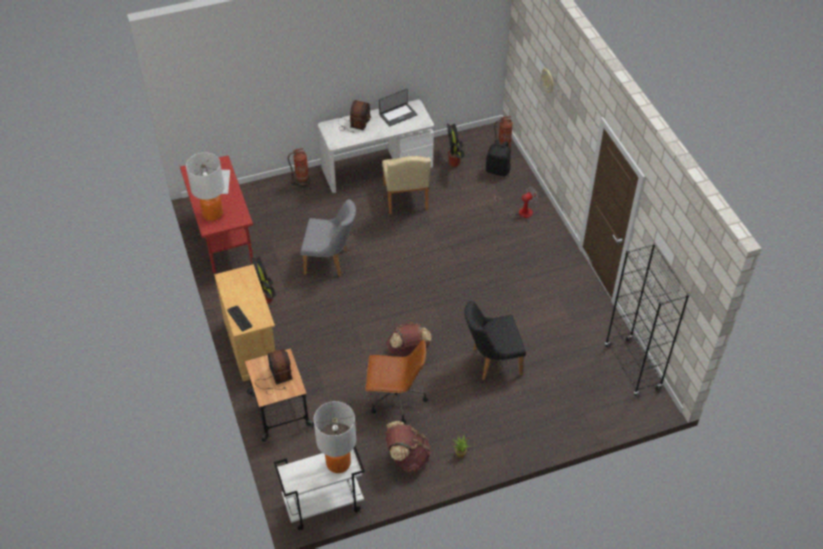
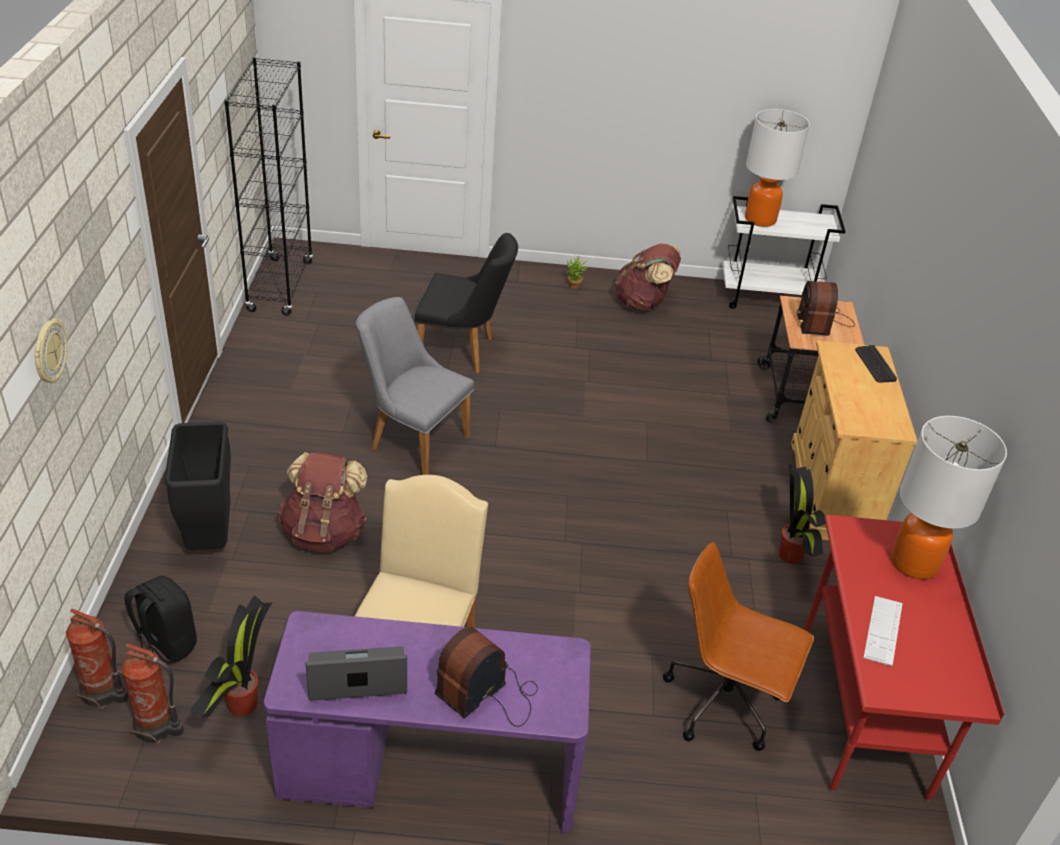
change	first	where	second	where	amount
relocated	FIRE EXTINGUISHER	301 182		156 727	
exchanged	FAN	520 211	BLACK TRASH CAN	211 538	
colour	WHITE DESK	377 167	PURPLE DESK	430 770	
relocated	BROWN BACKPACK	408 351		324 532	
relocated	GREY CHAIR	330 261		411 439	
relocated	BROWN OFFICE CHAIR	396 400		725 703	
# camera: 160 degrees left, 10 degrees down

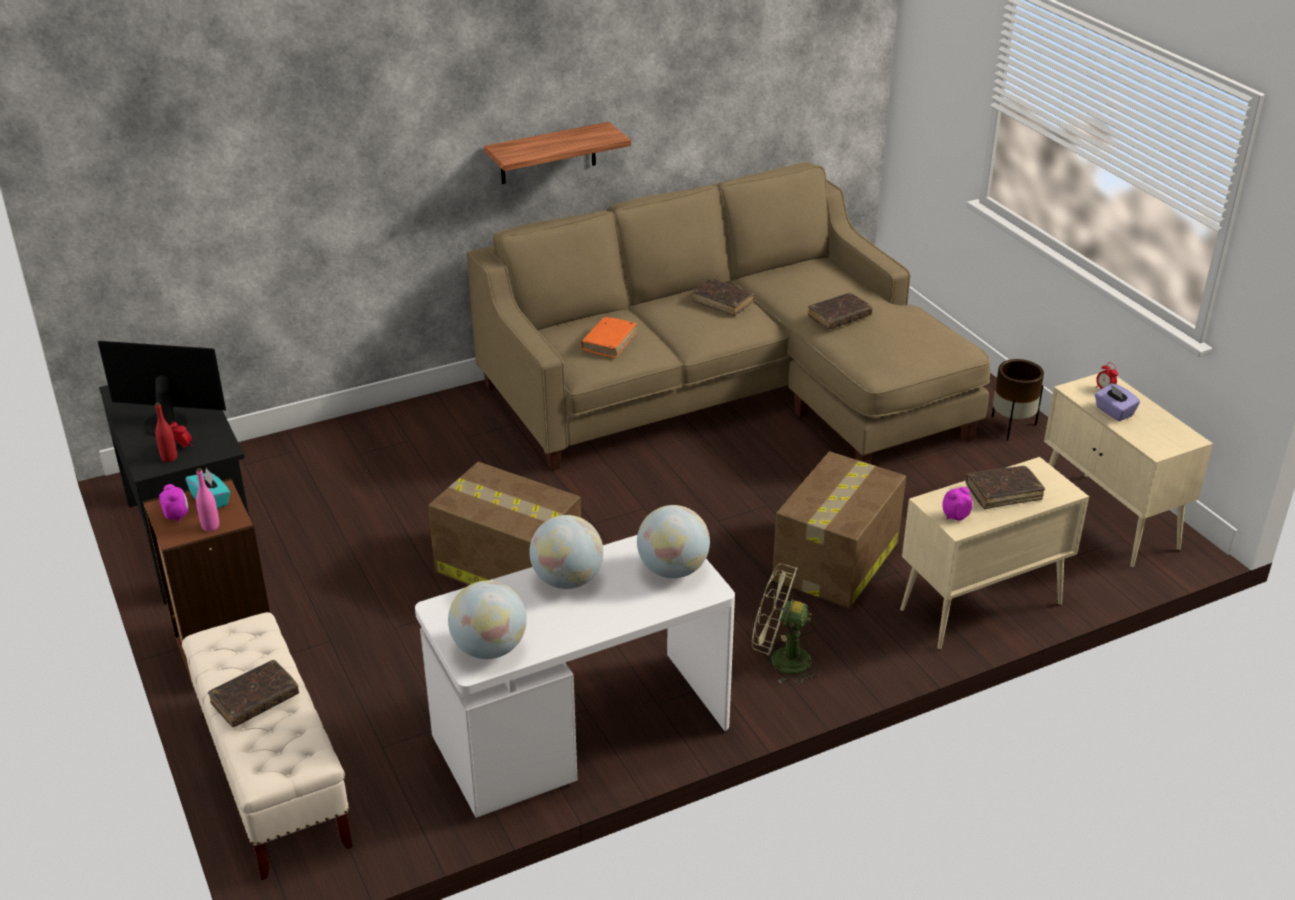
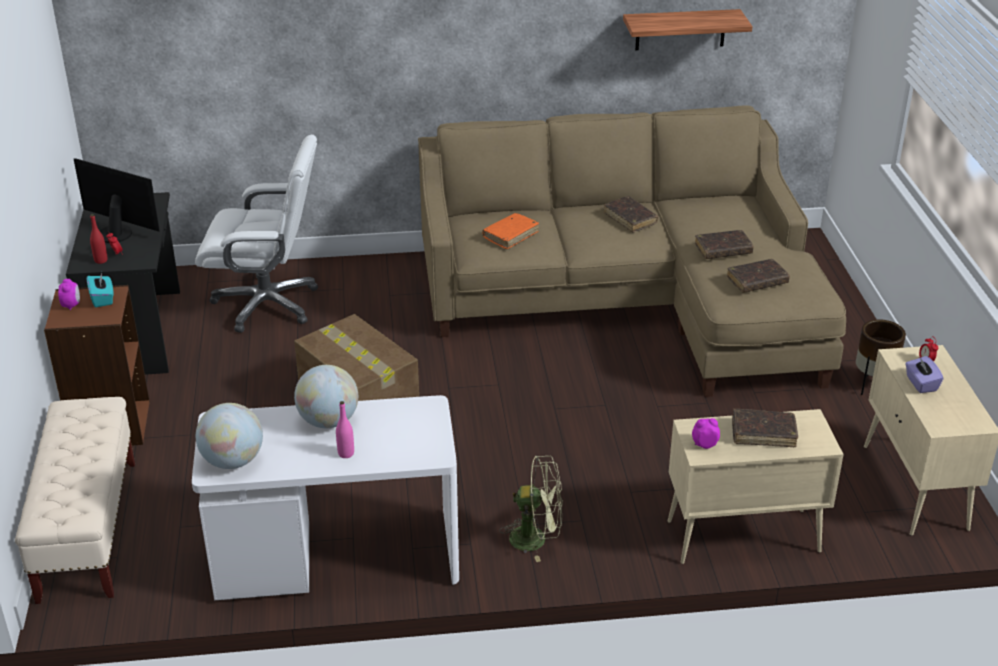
change	first	where	second	where	amount
appeared			WHITE OFFICE CHAIR	267 304	
relocated	PINK BOTTLE	210 526		346 453	
spun	GREEN FAN	780 660		536 538	150 degrees clockwise
relocated	SHELF	548 153		680 29	
relocated	BROWN BOOK	255 700		757 281	
missing	GLOBE	673 570			
missing	CARDBOARD BOX	835 562			
# camera: 20 degrees right, 0 degrees up

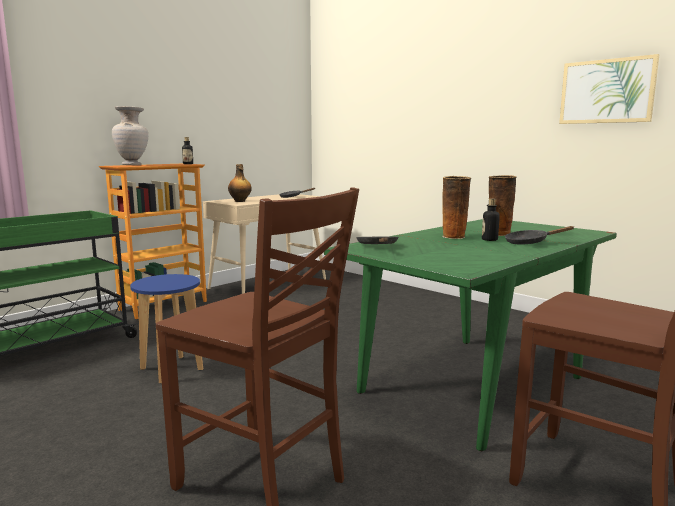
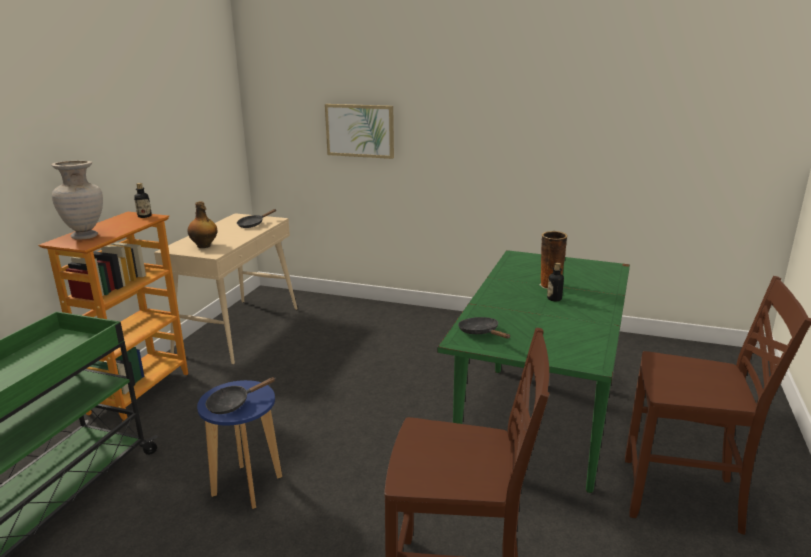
change	first	where	second	where	amount
relocated	BLACK FRYING PAN	530 242		232 404	
relocated	PICTURE	607 91		360 130	
missing	VASE	454 237			
# camera: 25 degrees left, 10 degrees up

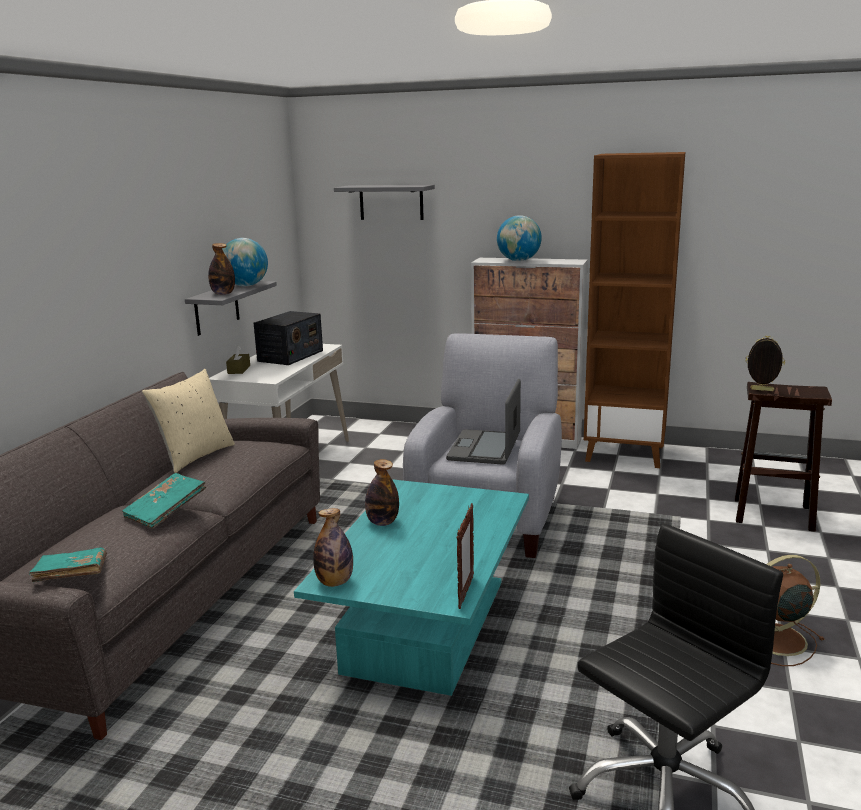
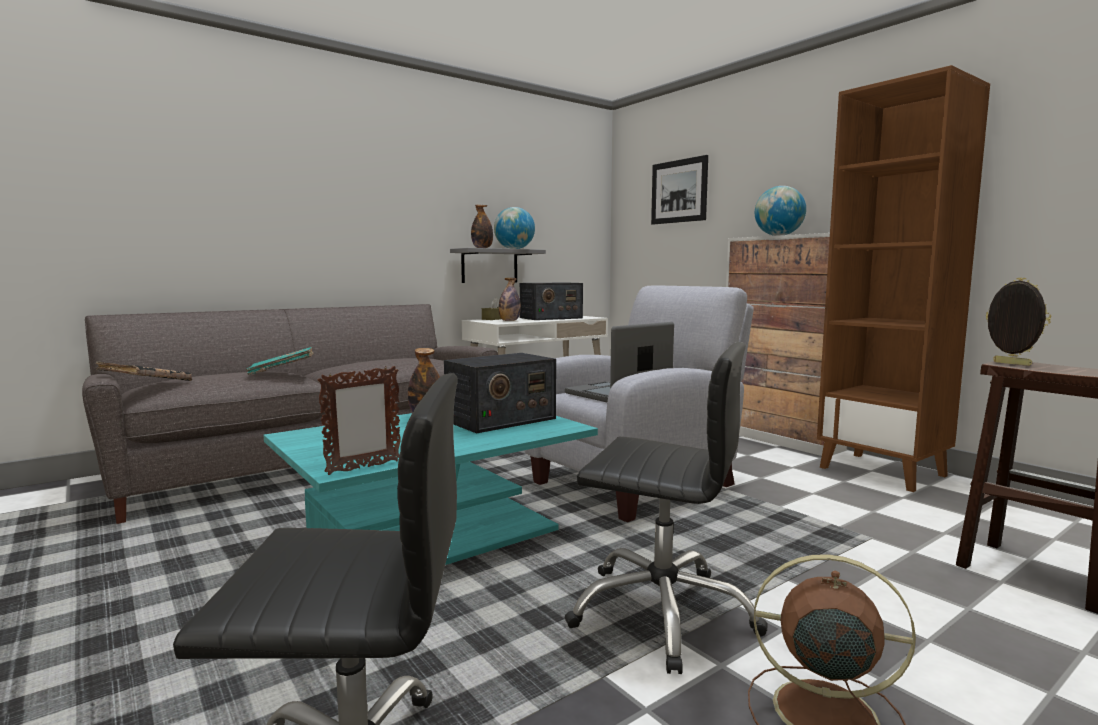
change	first	where	second	where	amount
colour	TURQUOISE BOOK	72 578	BLACK BOOK	147 385	
appeared			RADIO	500 420	
relocated	BOTTLE	335 582		509 321	
appeared			BLACK OFFICE CHAIR	662 613	
exchanged	GREY SHELF	391 202	PICTURE	679 191	
missing	BEIGE PILLOW	195 456			
# camera: 35 degrees right, 10 degrees down

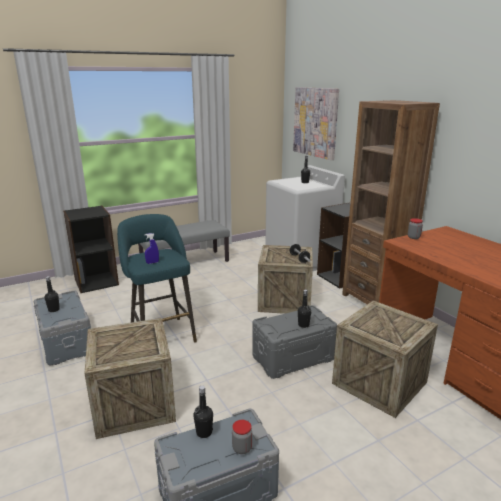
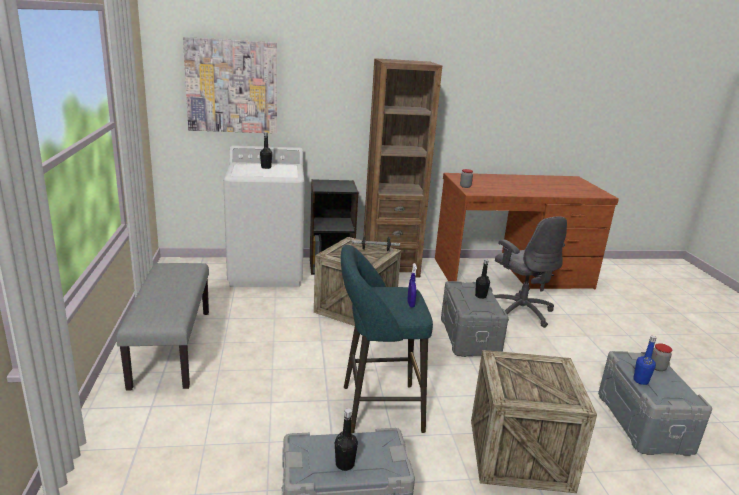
change	first	where	second	where	amount
exchanged	CRATE	379 383	GREY OFFICE CHAIR	520 311	
colour	BLACK BOTTLE	204 432	BLUE BOTTLE	640 381	
missing	BLACK BOOKCASE	96 282			
# camera: 70 degrees left, 0 degrees up

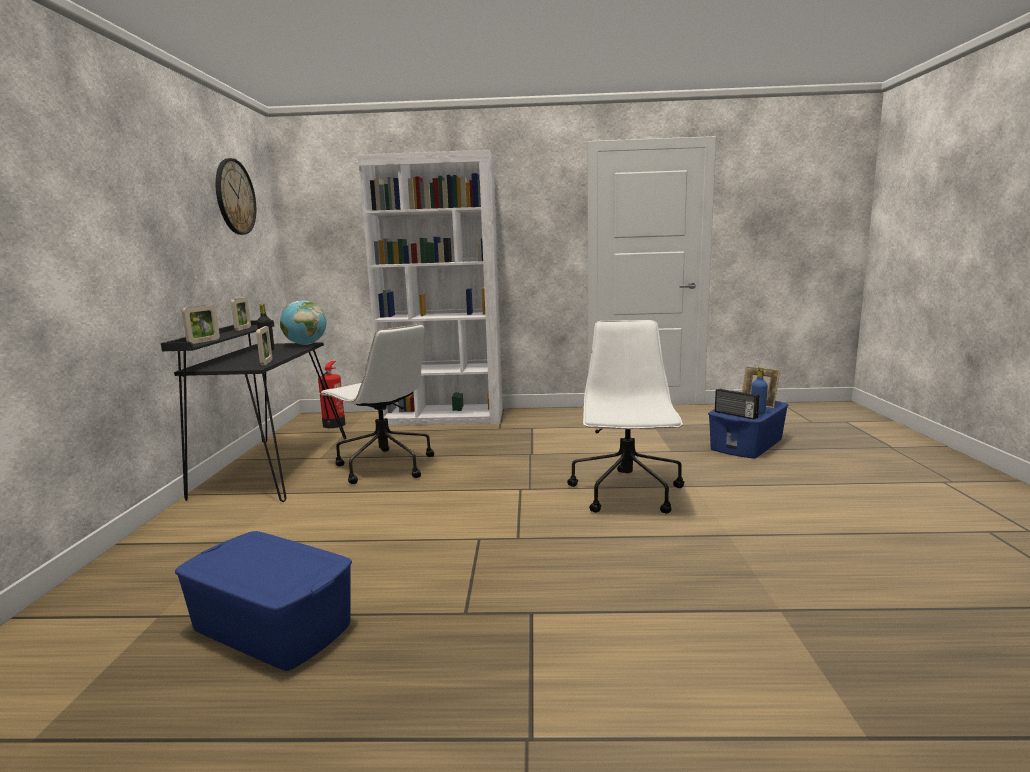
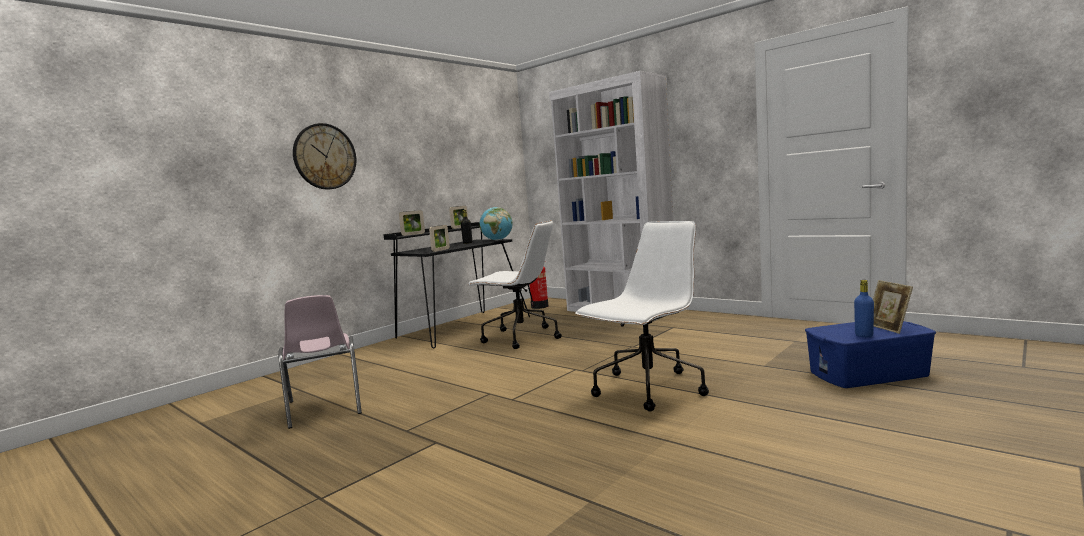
change	first	where	second	where	amount
exchanged	BLUE STORAGE BOX	271 627	PINK CHAIR	324 408	
relocated	WALL CLOCK	235 197		325 156	
spun	WHITE OFFICE CHAIR	384 466		520 337	60 degrees counterclockwise
missing	RADIO	735 415			
# camera: 40 degrees right, 5 degrees down

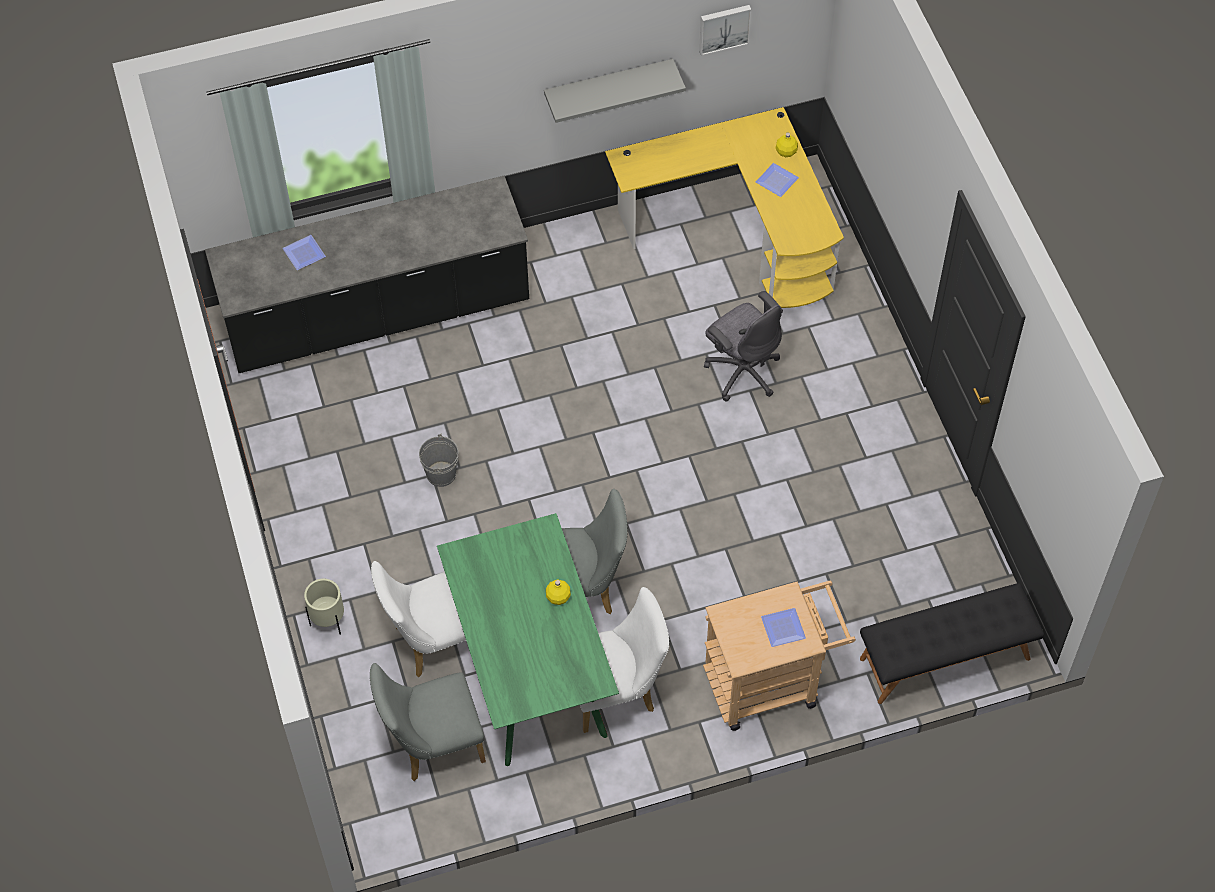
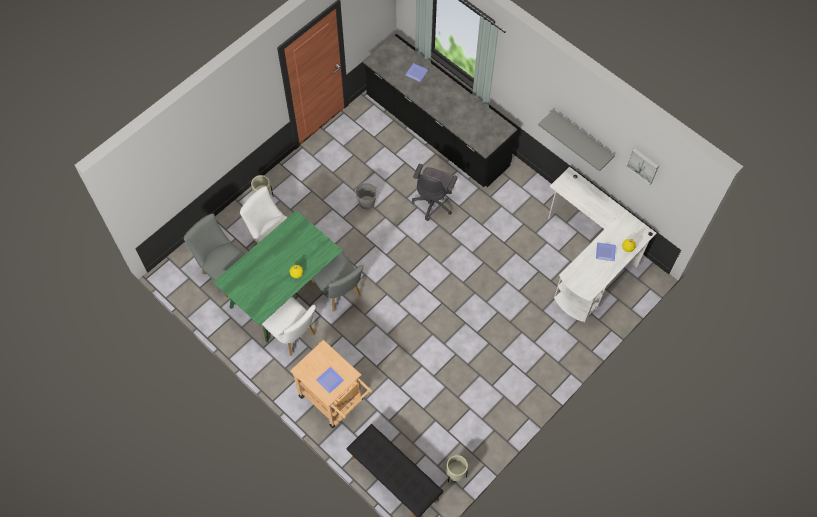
change	first	where	second	where	amount
relocated	GREY OFFICE CHAIR	742 371		433 202	
appeared			BEIGE PLANTER	455 474	
colour	YELLOW DESK	738 233	WHITE DESK	590 261	
# camera: 60 degrees right, 5 degrees up

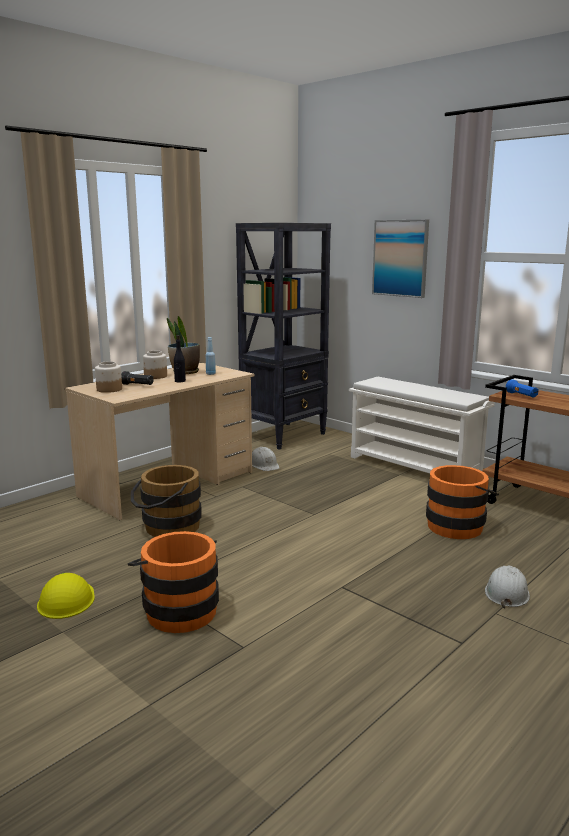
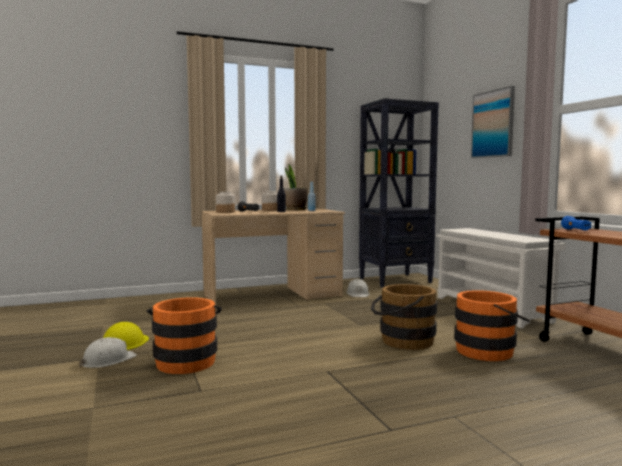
change	first	where	second	where	amount
relocated	WHITE HARD HAT	506 592		108 360	
relocated	BROWN BUCKET	167 528		402 341	
# camera: 25 degrees right, 10 degrees down

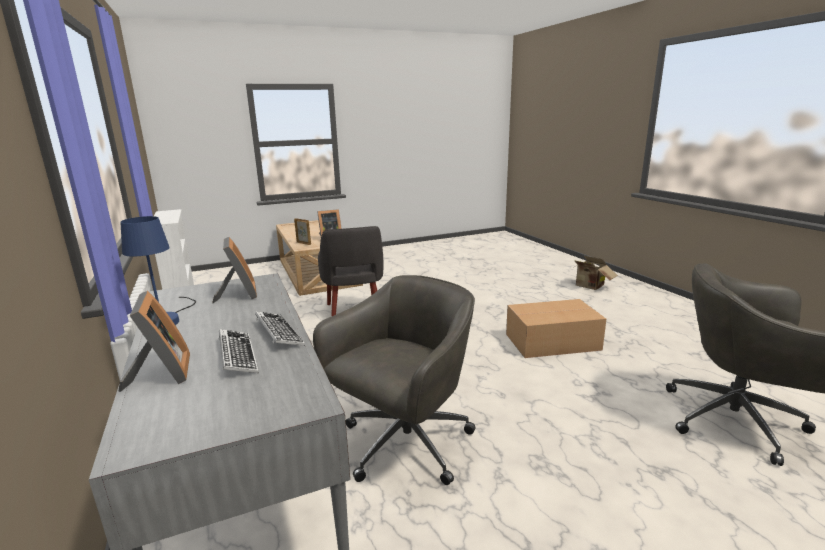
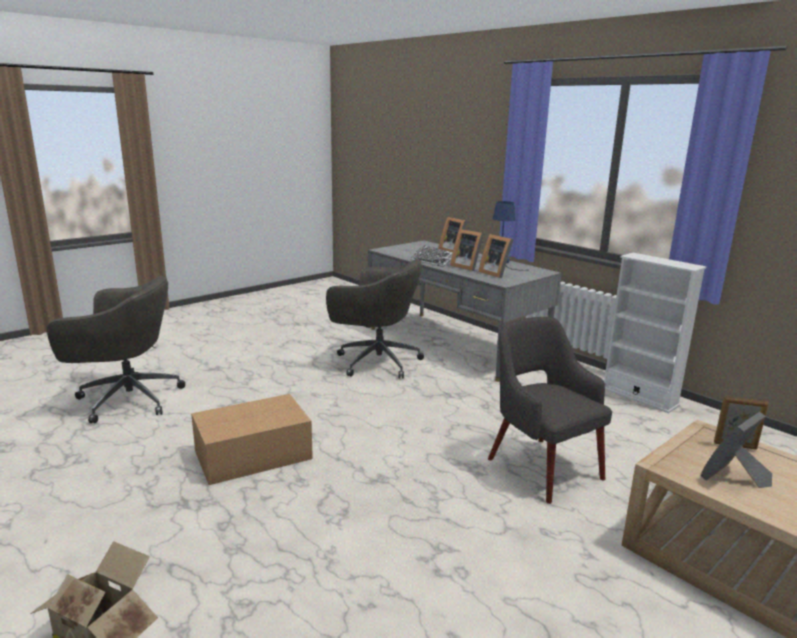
change	first	where	second	where	amount
spun	GREY OFFICE CHAIR	404 444		375 361	90 degrees counterclockwise
appeared			PICTURE FRAME	466 267	
# camera: 160 degrees right, 0 degrees up

